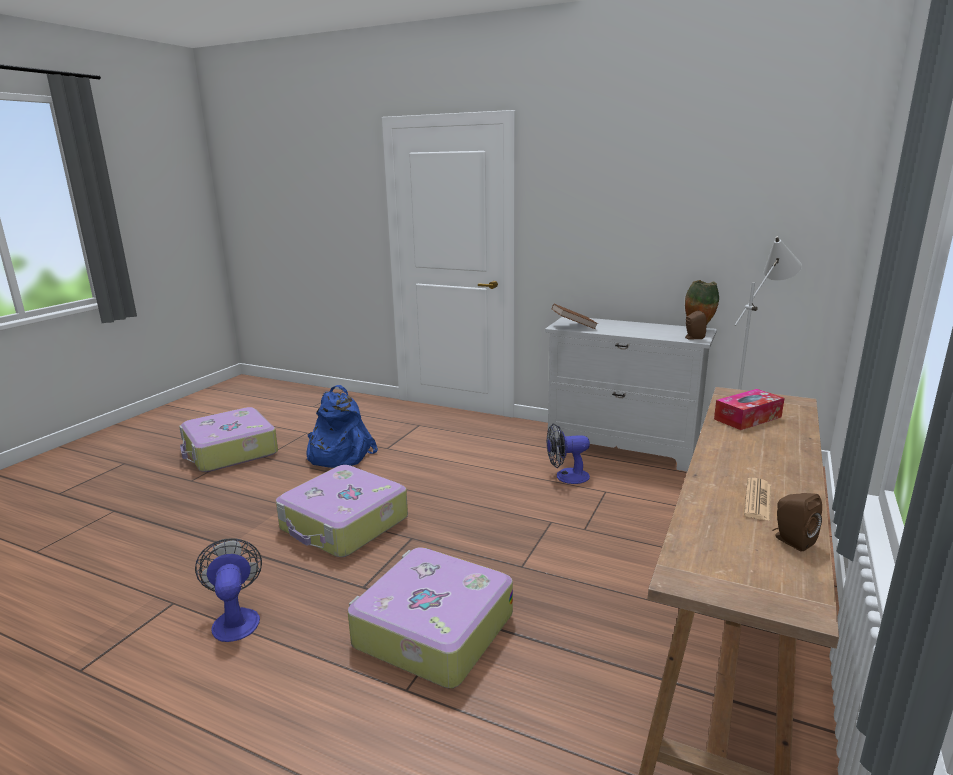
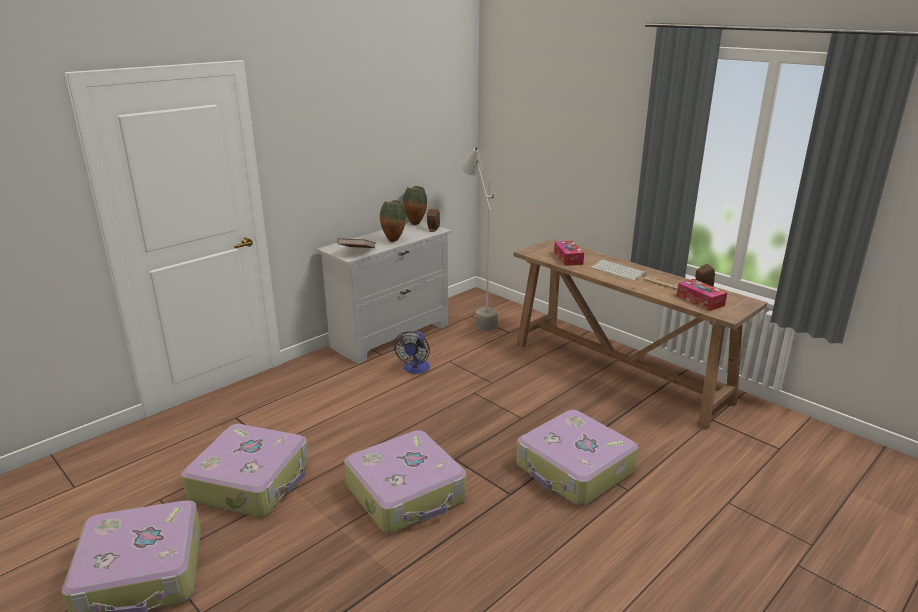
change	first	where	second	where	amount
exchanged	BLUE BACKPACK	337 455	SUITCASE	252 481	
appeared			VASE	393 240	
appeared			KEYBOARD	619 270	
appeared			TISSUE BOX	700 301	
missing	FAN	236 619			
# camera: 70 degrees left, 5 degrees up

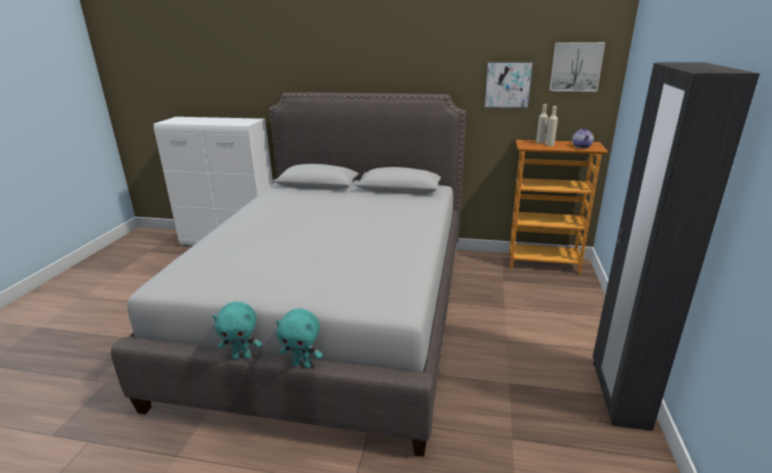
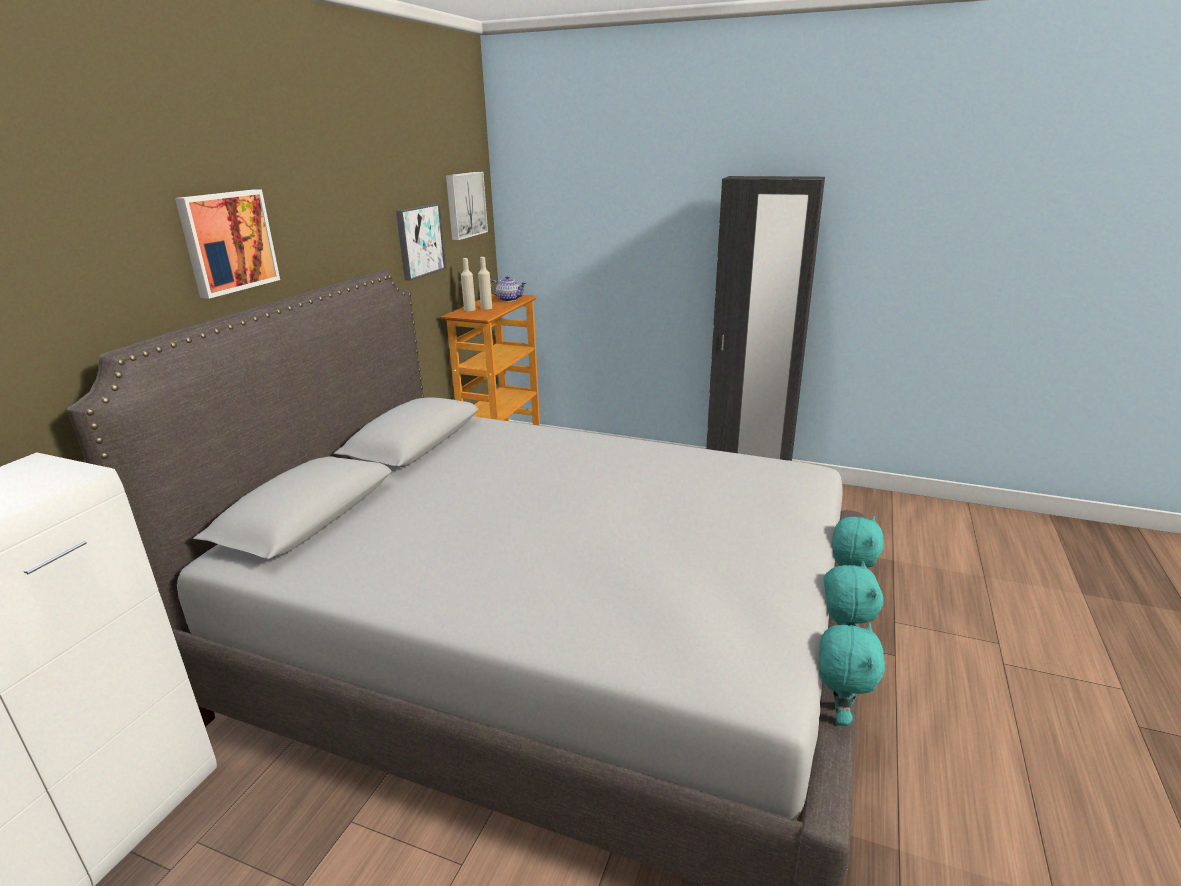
change	first	where	second	where	amount
appeared			PICTURE	227 242	
appeared			TURQUOISE PLUSH TOY	839 714	
# camera: 80 degrees left, 0 degrees up

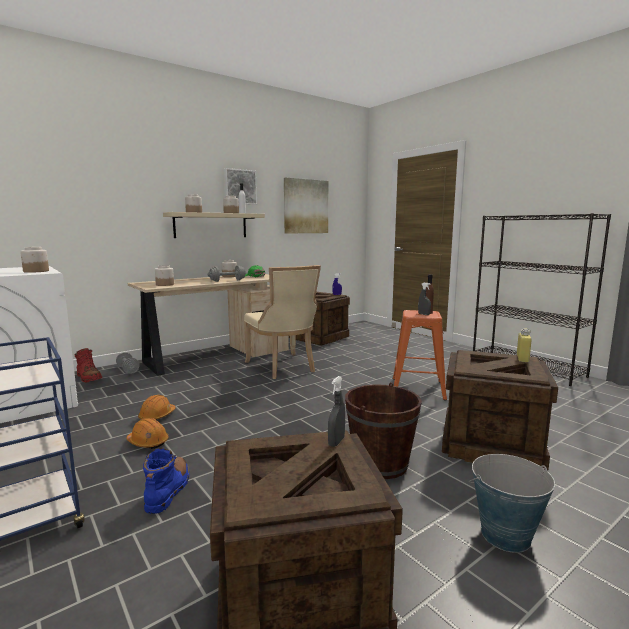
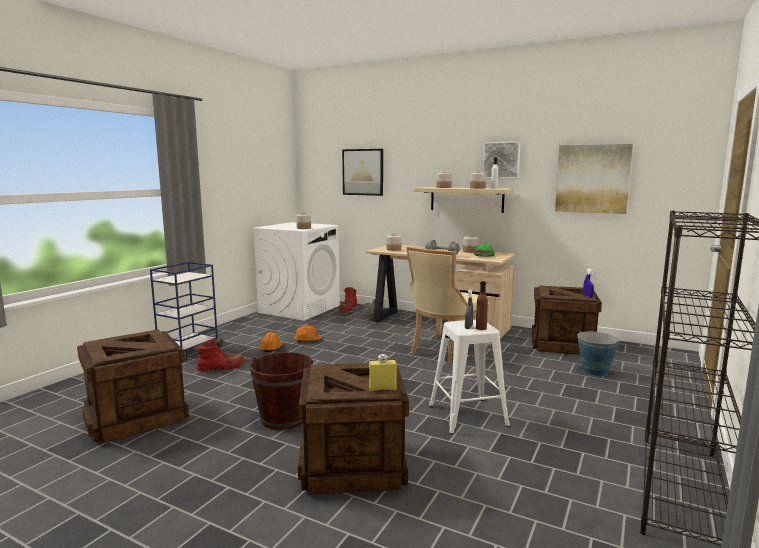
change	first	where	second	where	amount
colour	BLUE BOOT	168 490	RED BOOT	221 367	
appeared			PICTURE	363 172	
colour	ORANGE STOOL	418 388	WHITE STOOL	468 415	
relocated	BUCKET	505 535		594 371	
missing	GREY SPRAY BOTTLE	336 442			
# camera: 65 degrees right, 0 degrees up

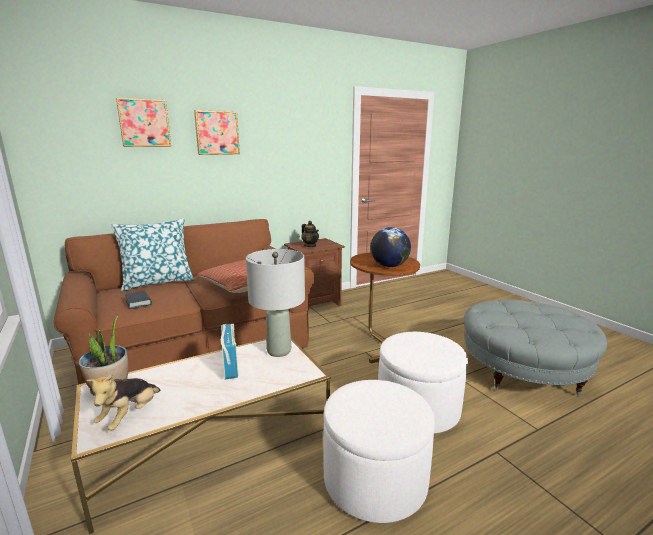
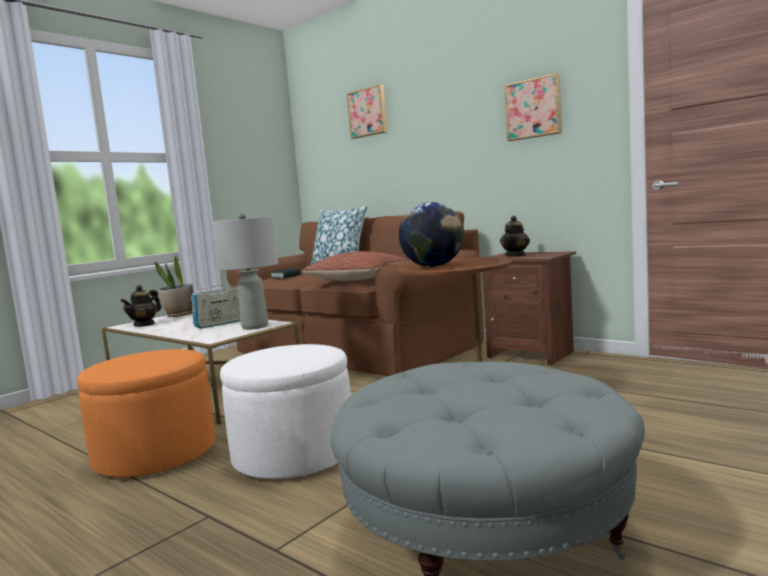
change	first	where	second	where	amount
colour	WHITE OTTOMAN	375 479	ORANGE OTTOMAN	155 454	
exchanged	PLUSH TOY	130 416	TEAPOT	144 324	
relocated	PICTURE	217 133		534 108	
# camera: 70 degrees right, 10 degrees down

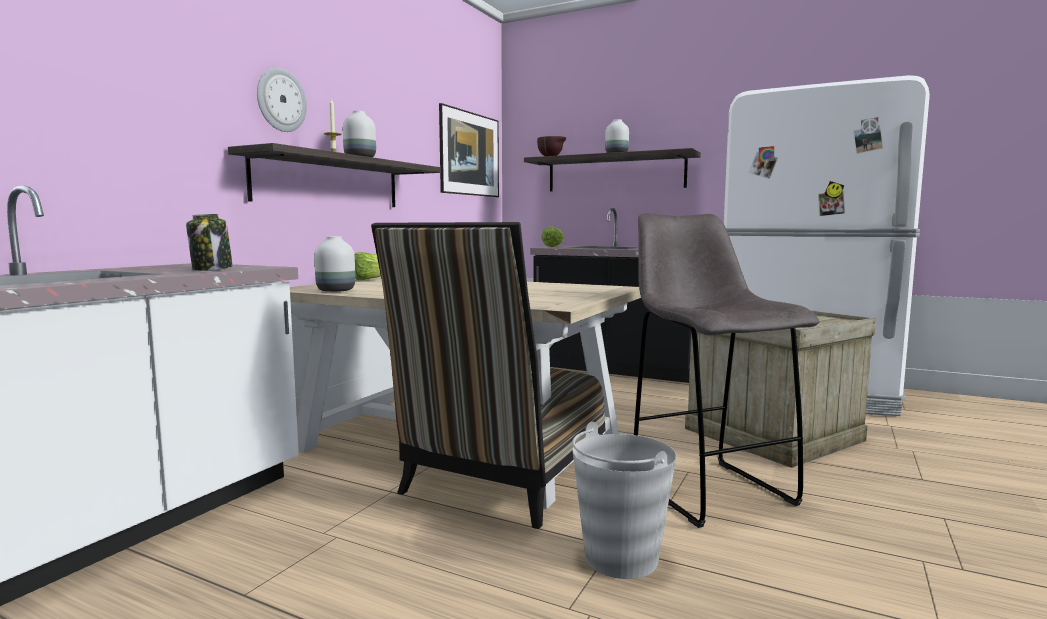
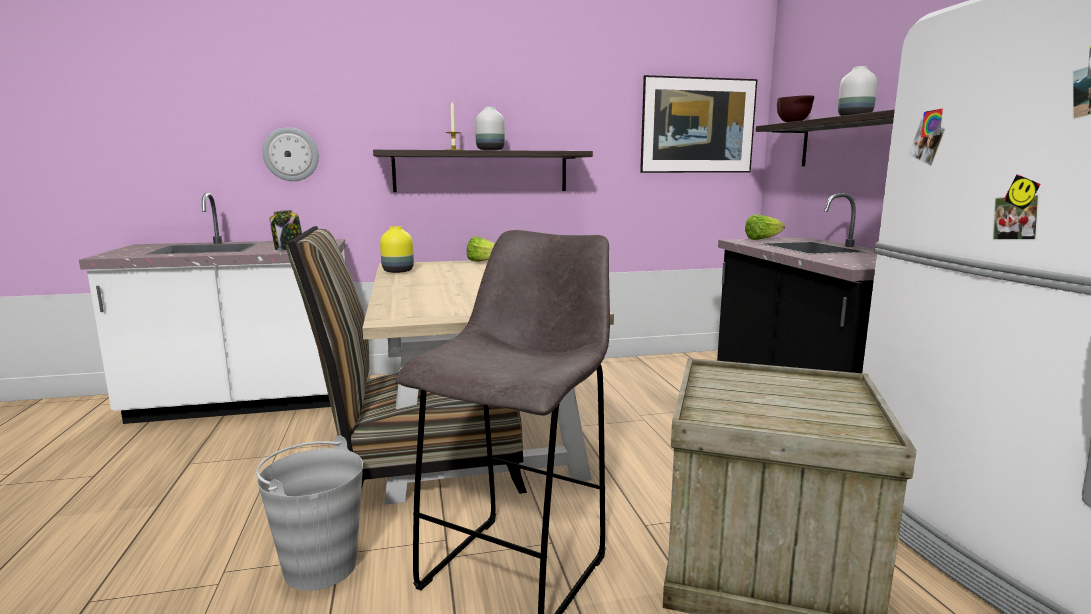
change	first	where	second	where	amount
relocated	WALL CLOCK	281 100		291 154	
colour	WHITE VASE	334 291	YELLOW VASE	397 271	
# camera: 50 degrees right, 5 degrees up

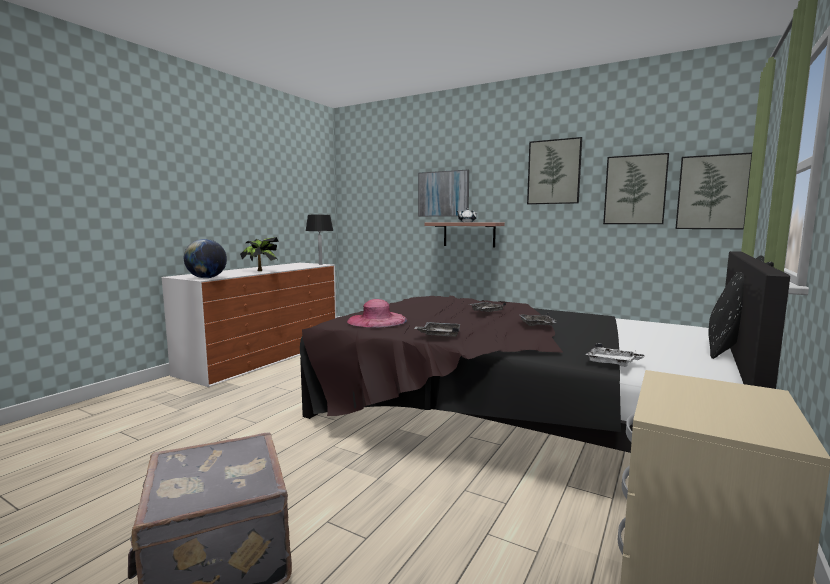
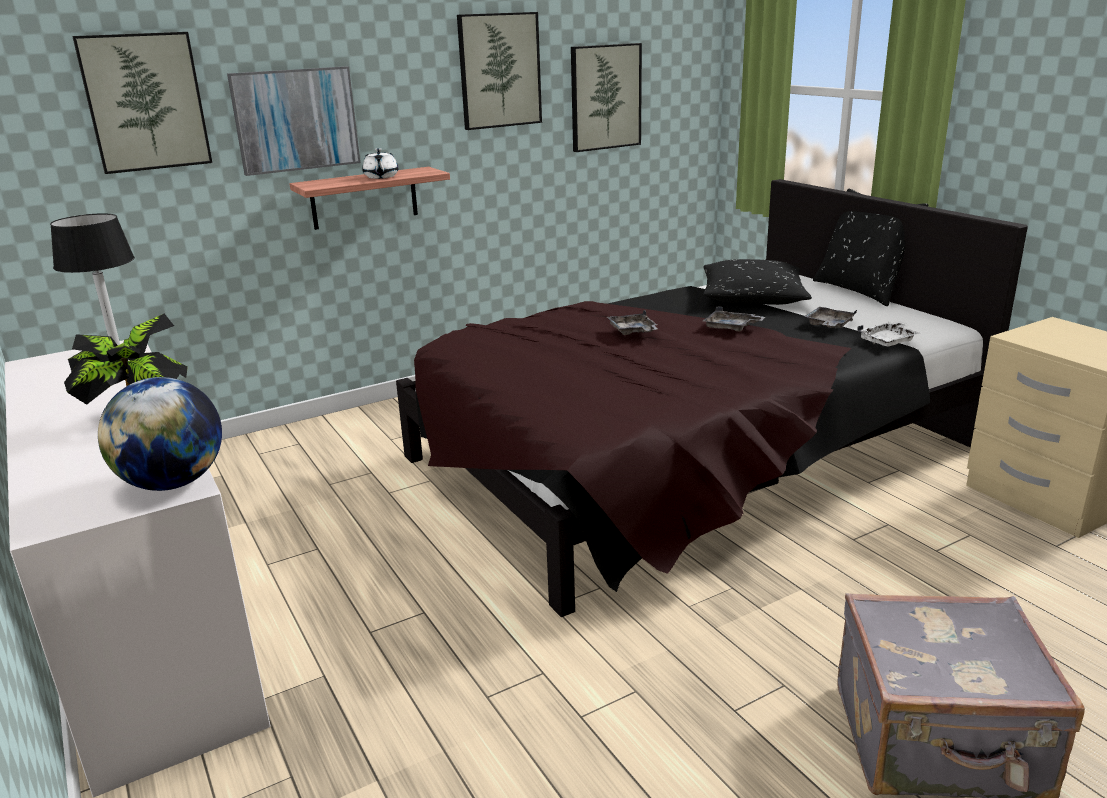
change	first	where	second	where	amount
relocated	PICTURE	712 192		145 102	
appeared			BLACK PILLOW	752 296	
relocated	GREY TRAY	439 335		828 325	
missing	PINK HAT	377 320			
# camera: 60 degrees left, 15 degrees up

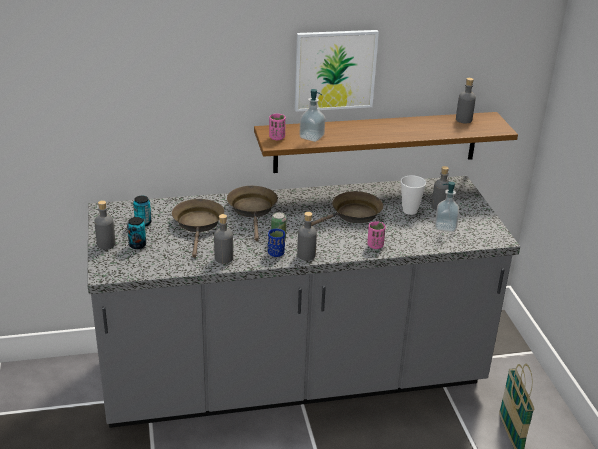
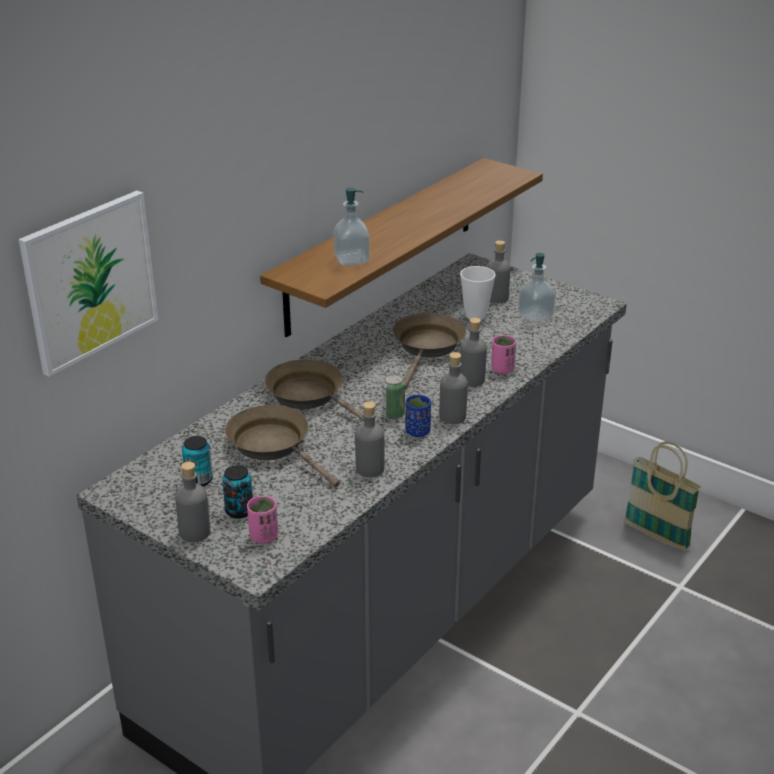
change	first	where	second	where	amount
relocated	PICTURE	335 70		90 281	
relocated	PINK CUP	277 137		264 537	
relocated	GREY BOTTLE	463 120		472 380	
# camera: 40 degrees left, 0 degrees up

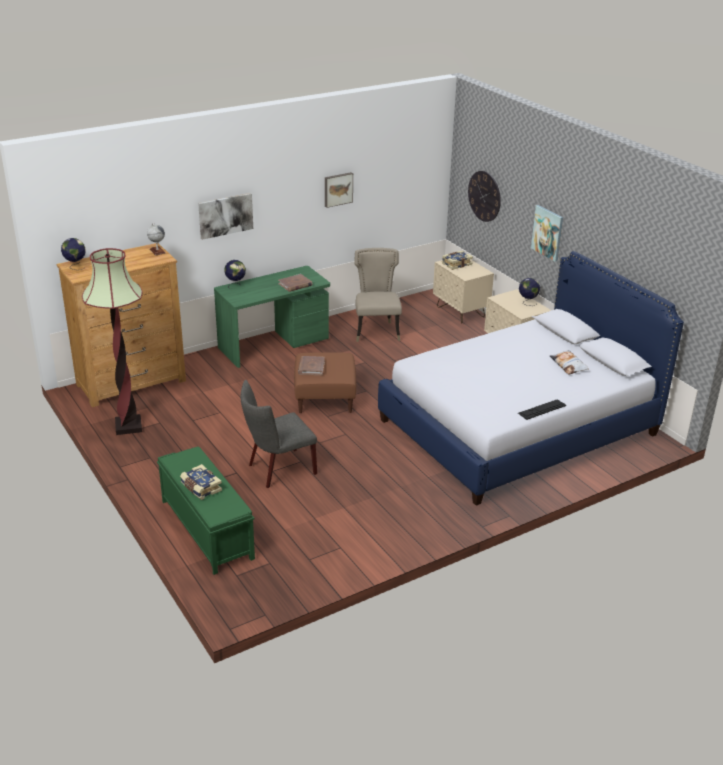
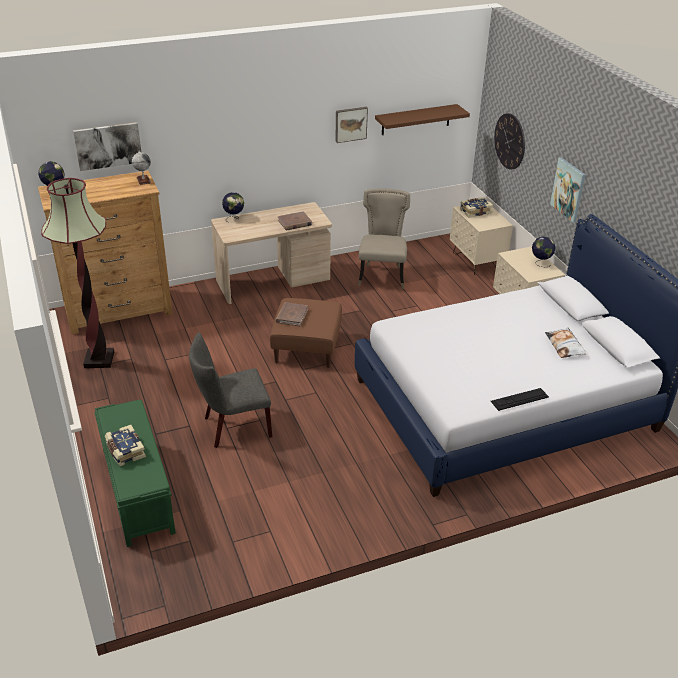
change	first	where	second	where	amount
relocated	PICTURE	225 215		108 146	
colour	GREEN DESK	274 344	BEIGE DESK	273 281	
appeared			BROWN SHELF	416 119	
# camera: 10 degrees right, 5 degrees up

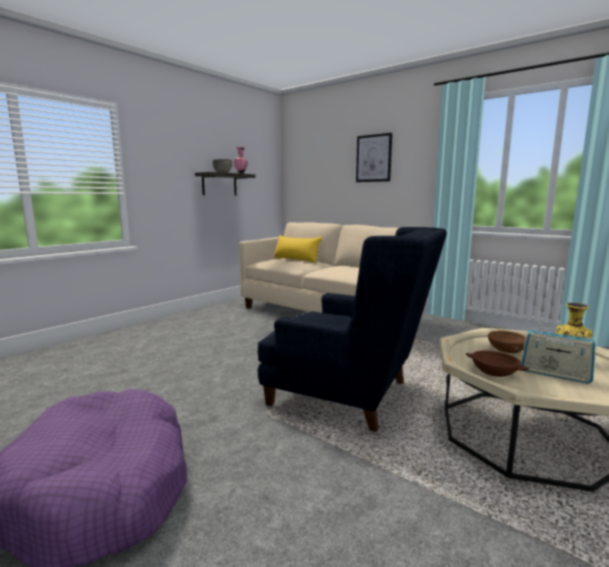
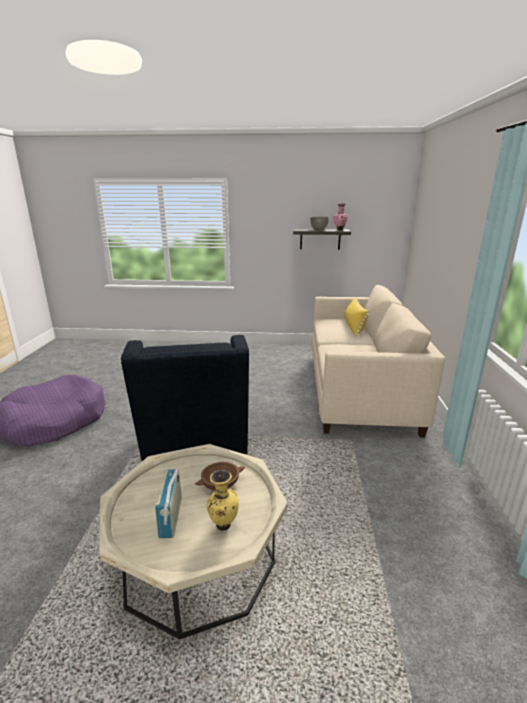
change	first	where	second	where	amount
missing	PICTURE	373 158			
missing	BROWN BOWL	493 372			
# camera: 55 degrees right, 10 degrees up

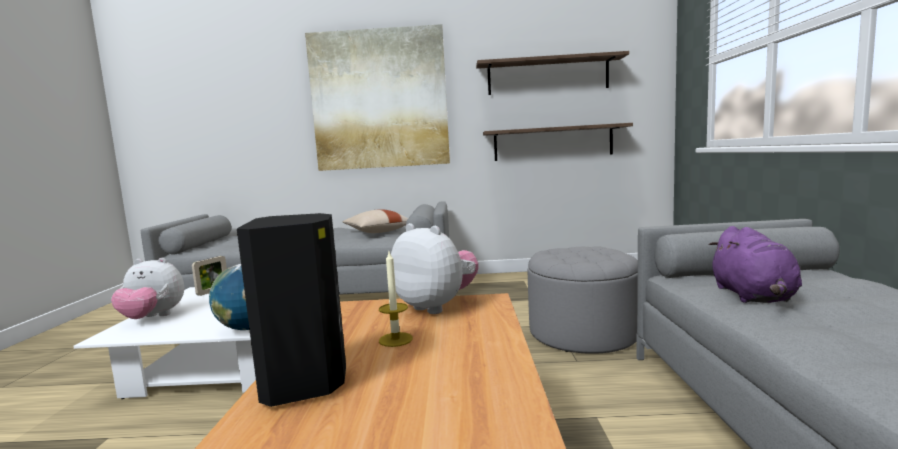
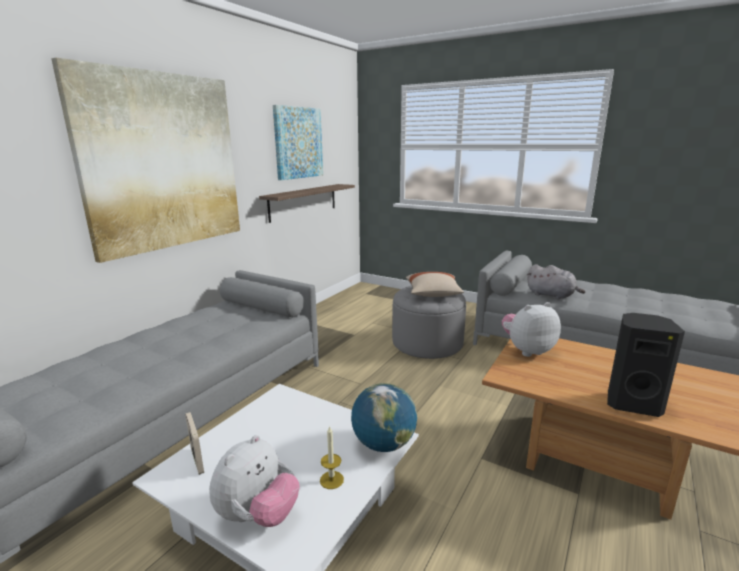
change	first	where	second	where	amount
exchanged	SHELF	547 76	PICTURE	298 143	
relocated	CANDLE	395 339		331 480	
relocated	BEIGE PILLOW	376 232		433 294	
colour	PURPLE PLUSH TOY	753 297	GREY PLUSH TOY	552 295	
# camera: 60 degrees left, 10 degrees up

